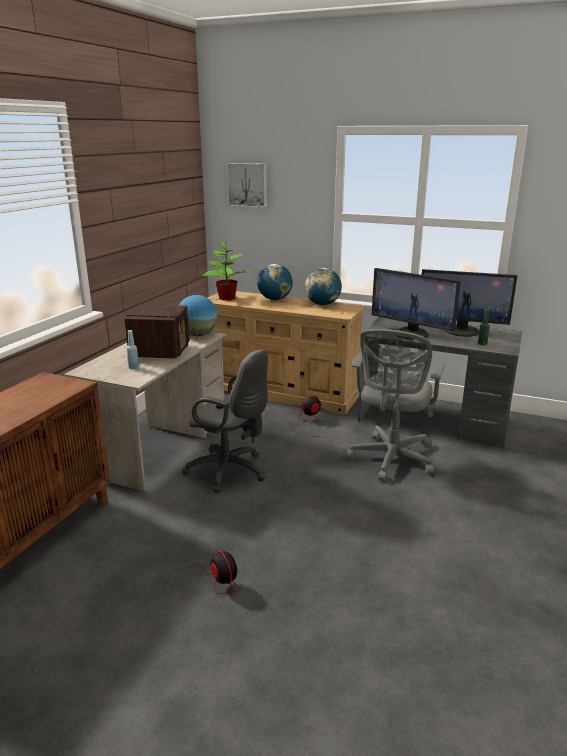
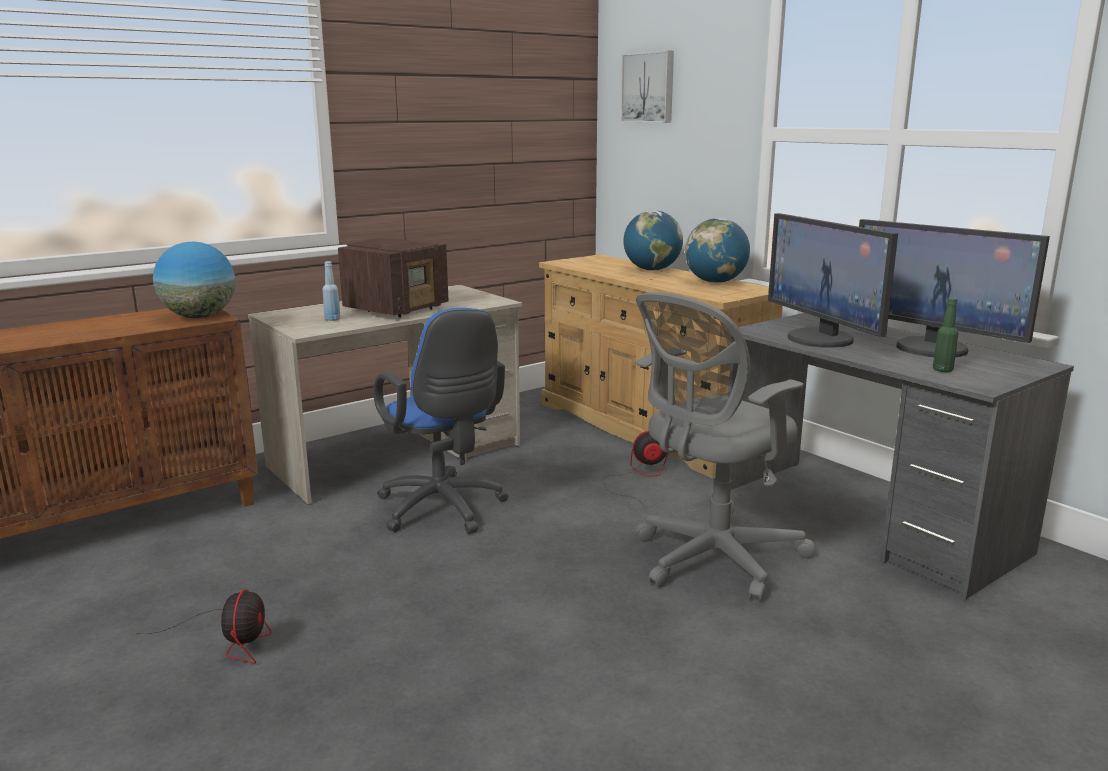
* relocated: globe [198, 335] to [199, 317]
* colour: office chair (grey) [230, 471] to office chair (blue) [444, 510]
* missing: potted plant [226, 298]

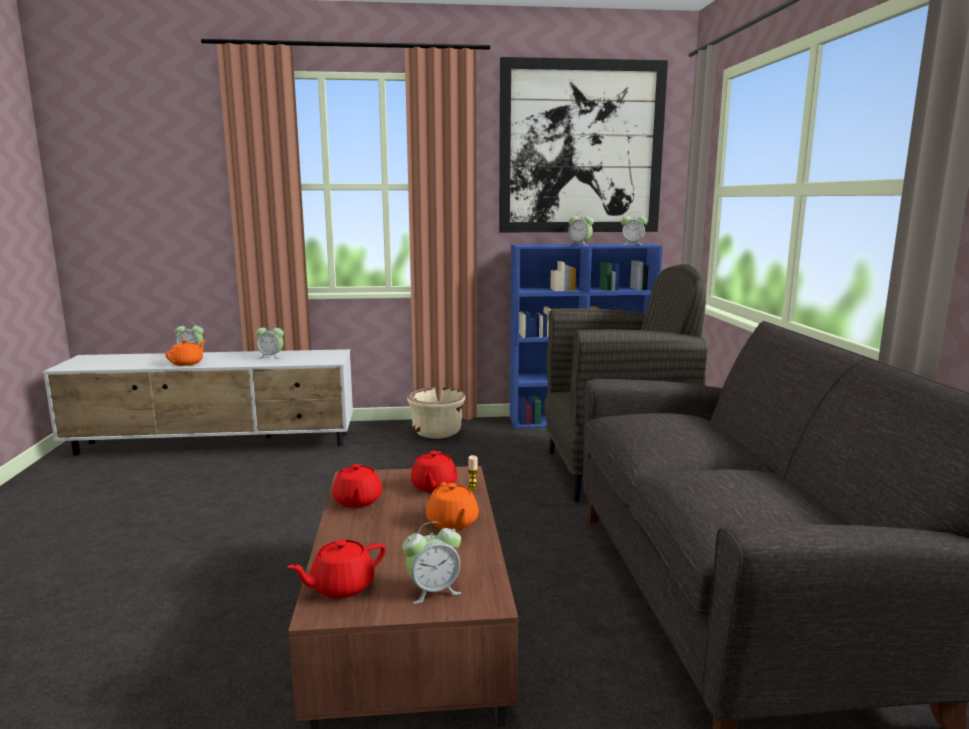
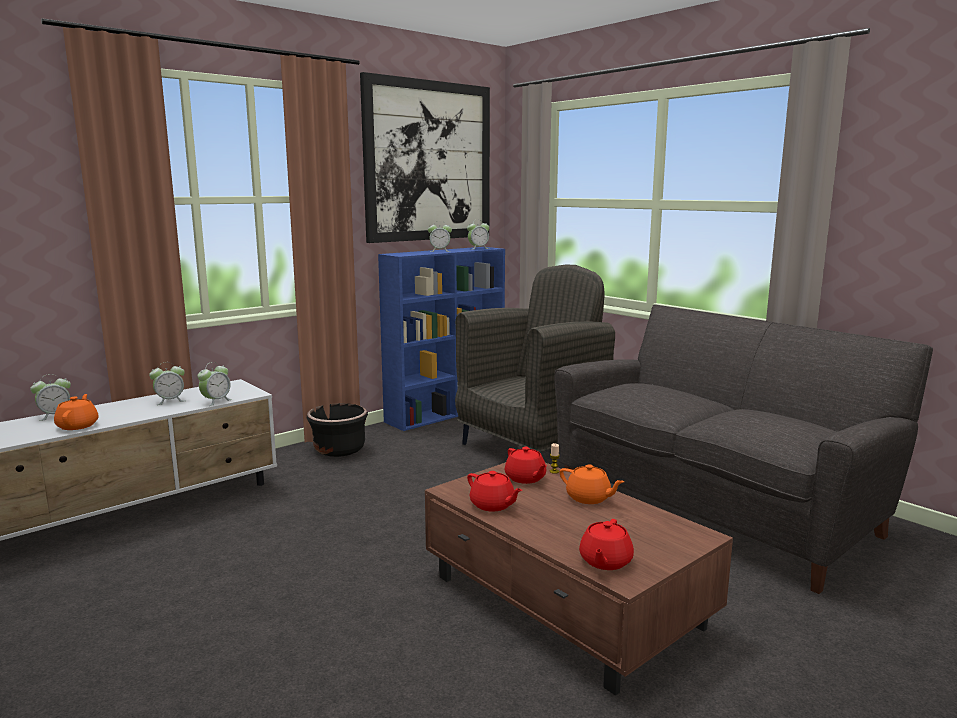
* relocated: alarm clock [433, 591] to [216, 401]
* colour: planter (beige) [437, 432] to planter (black) [339, 450]

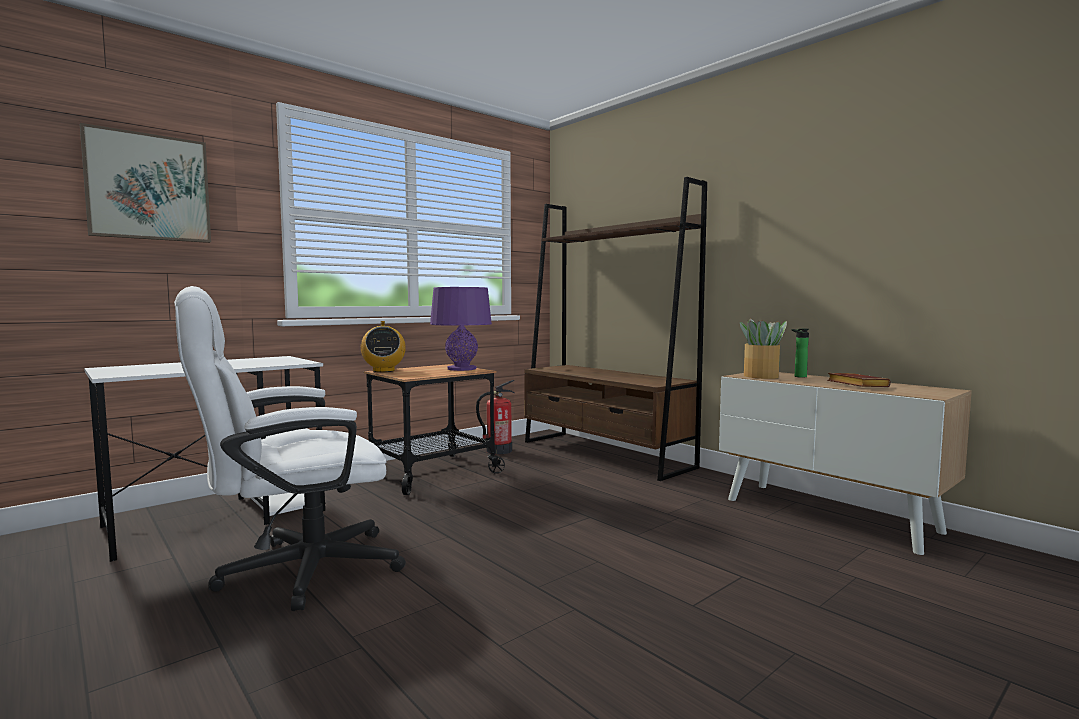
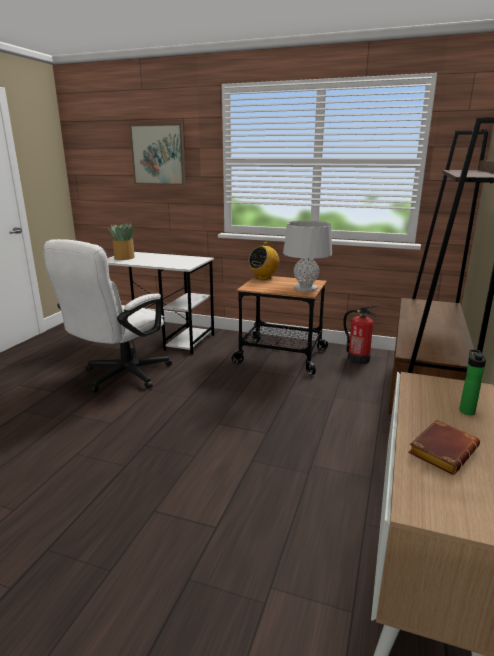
* spun: office chair (white) [293, 572] = [120, 377] 90 degrees counterclockwise
* relocated: potted plant [761, 376] to [124, 258]
* colour: table lamp (purple) [461, 369] to table lamp (grey) [305, 288]

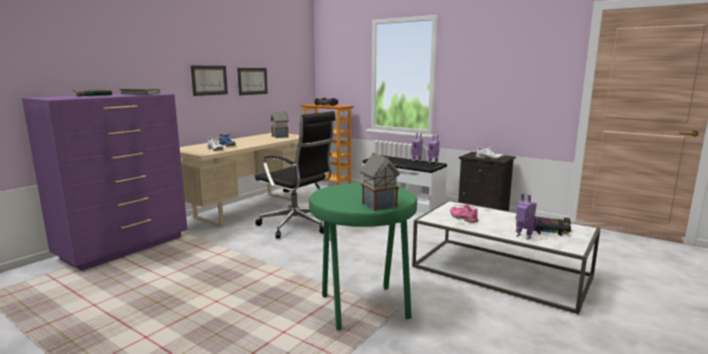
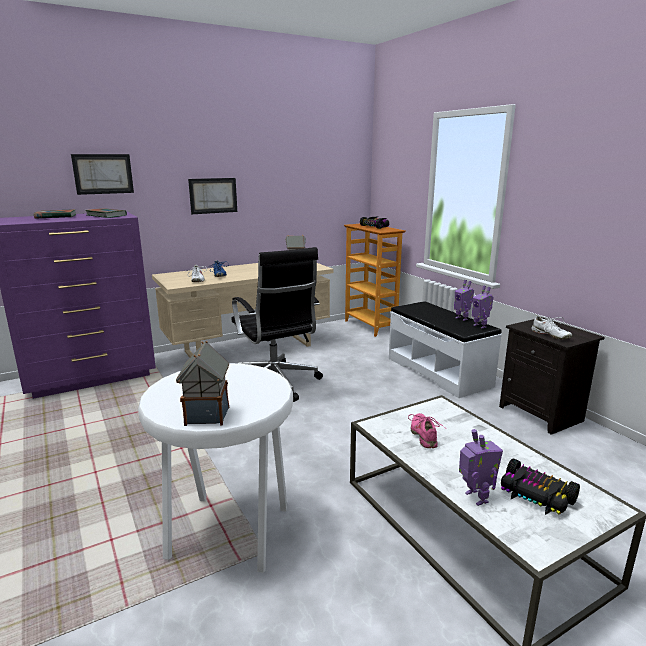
* relocated: picture [252, 81] to [103, 174]
* colour: stool (green) [362, 307] to stool (white) [227, 531]

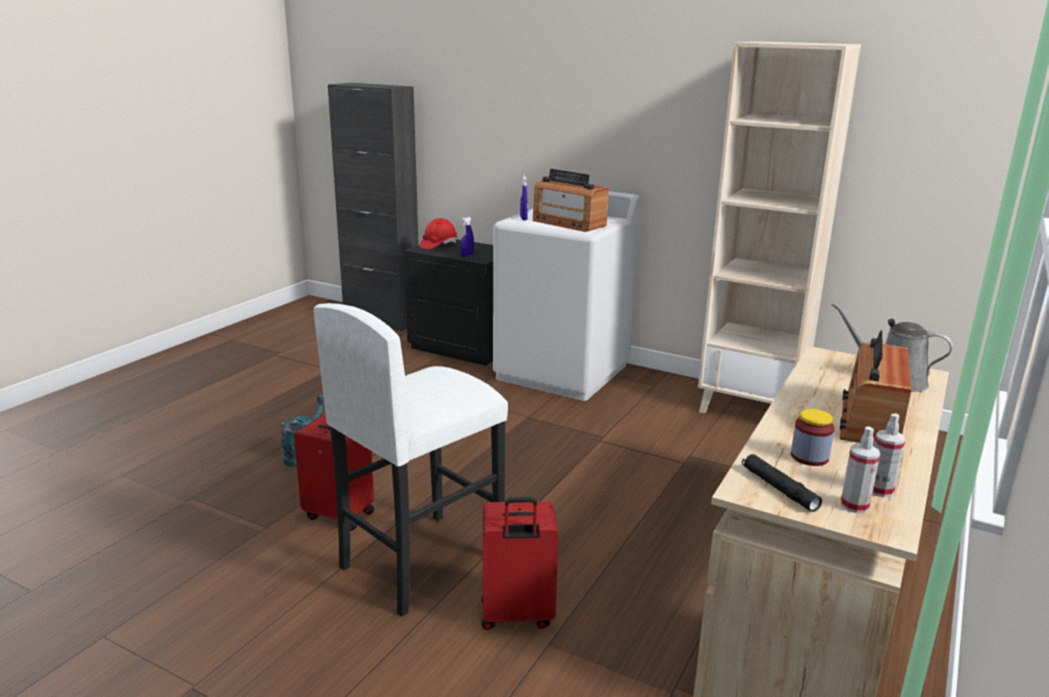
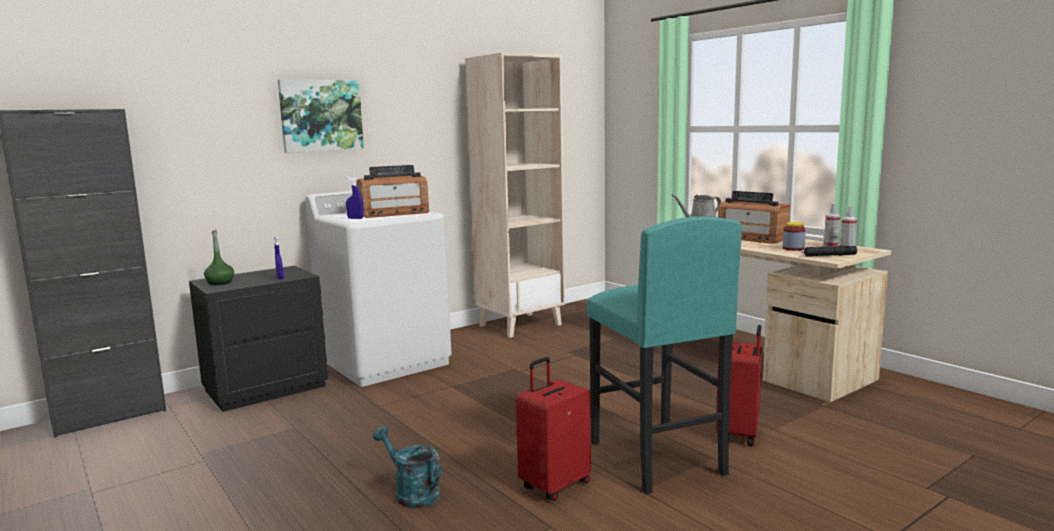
* exchanged: hard hat (red) [438, 245] to bottle (green) [220, 283]
* appeared: picture [321, 115]
* colour: stool (white) [420, 562] to stool (turquoise) [655, 458]

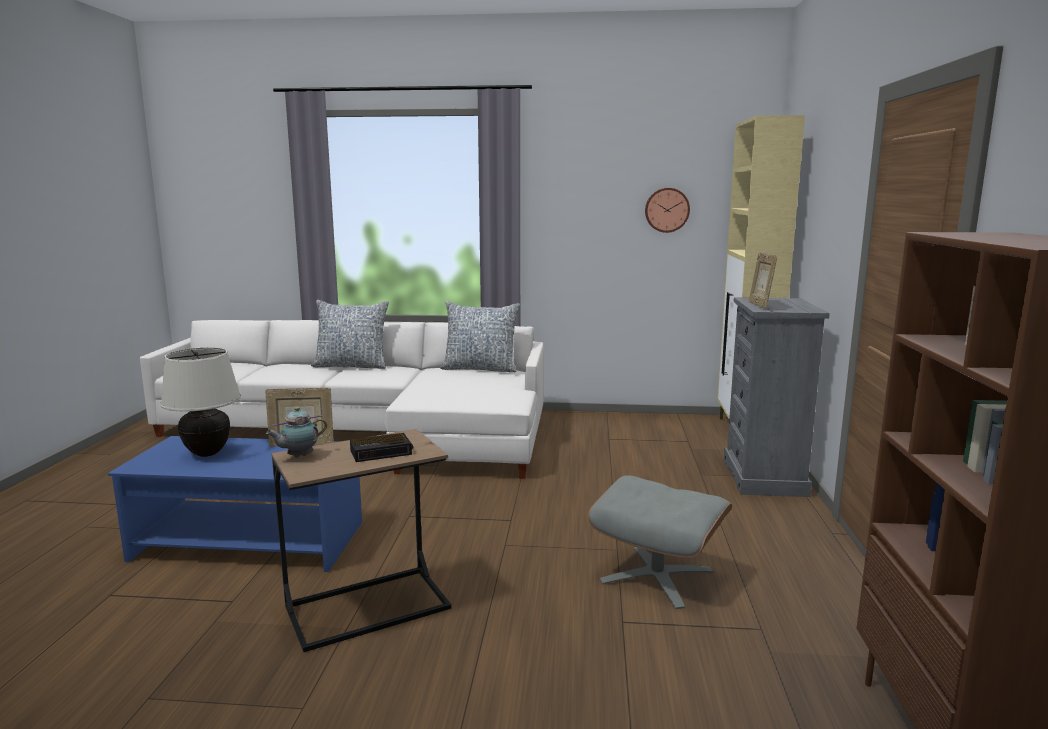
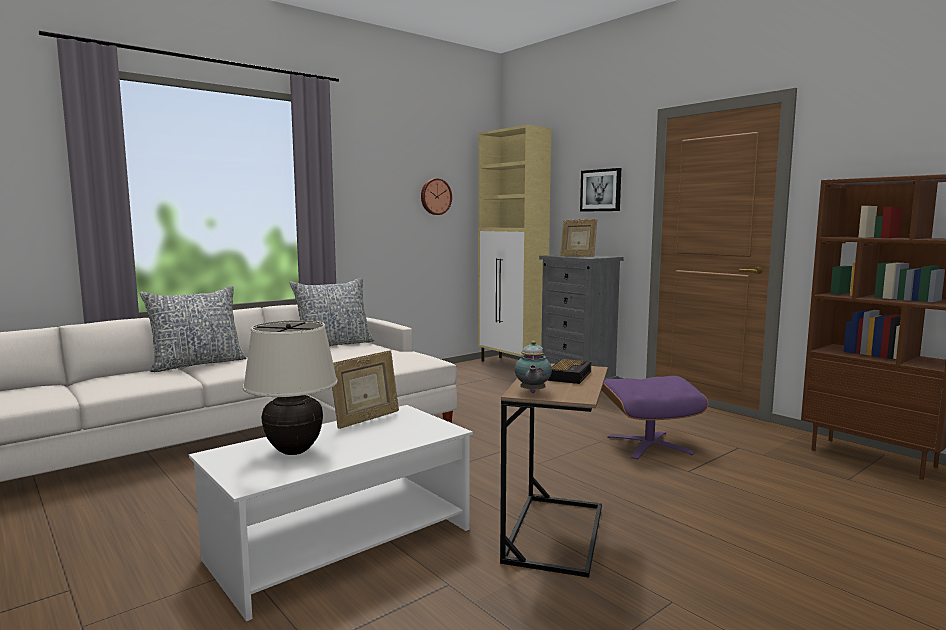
* colour: coffee table (blue) [251, 541] to coffee table (white) [343, 543]
* appeared: picture [601, 190]
* colour: ottoman (grey) [657, 576] to ottoman (purple) [649, 445]

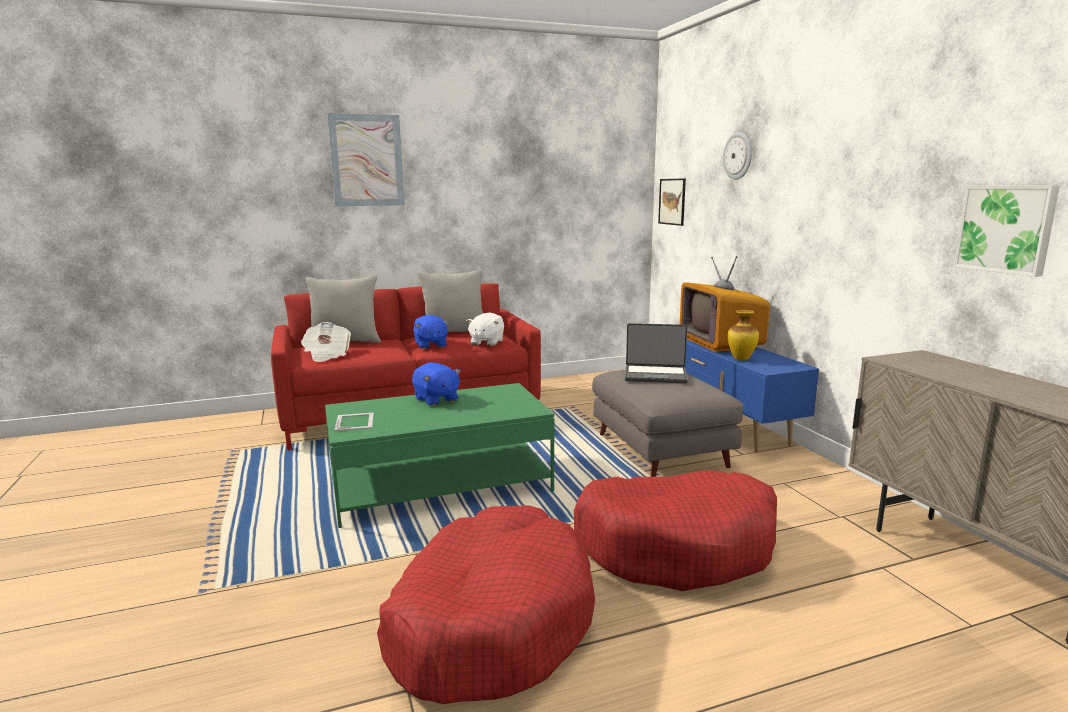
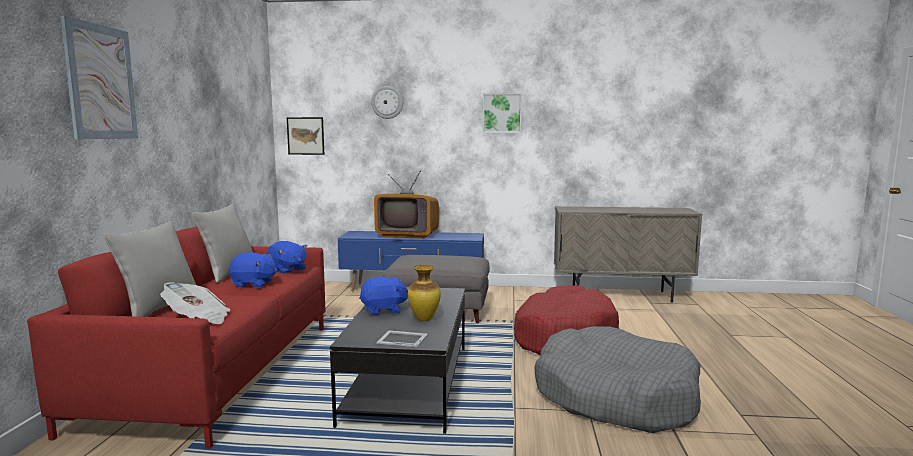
* colour: plush toy (white) [486, 342] to plush toy (blue) [287, 270]
* colour: coffee table (green) [440, 485] to coffee table (black) [408, 383]
* relocated: vase [741, 359] to [425, 319]
* relocated: picture [1006, 229] to [502, 113]
* colour: dog bed (red) [489, 622] to dog bed (grey) [614, 397]
* missing: laptop [655, 375]

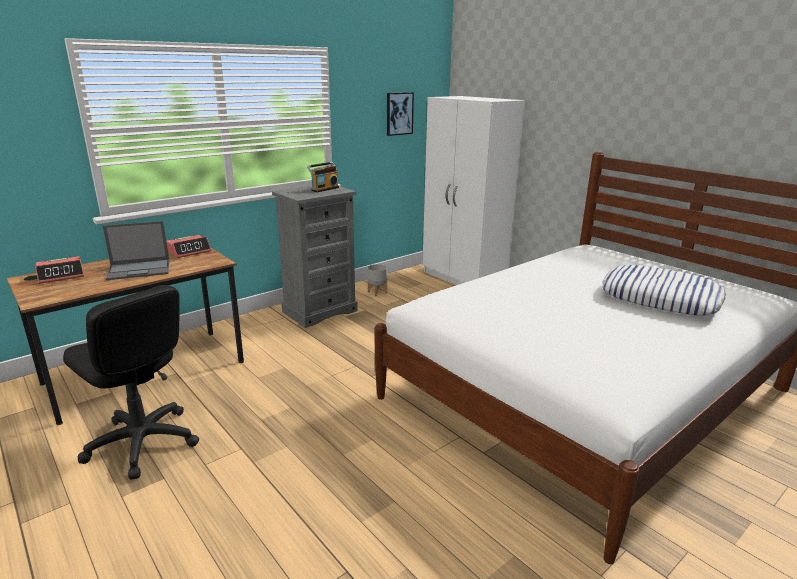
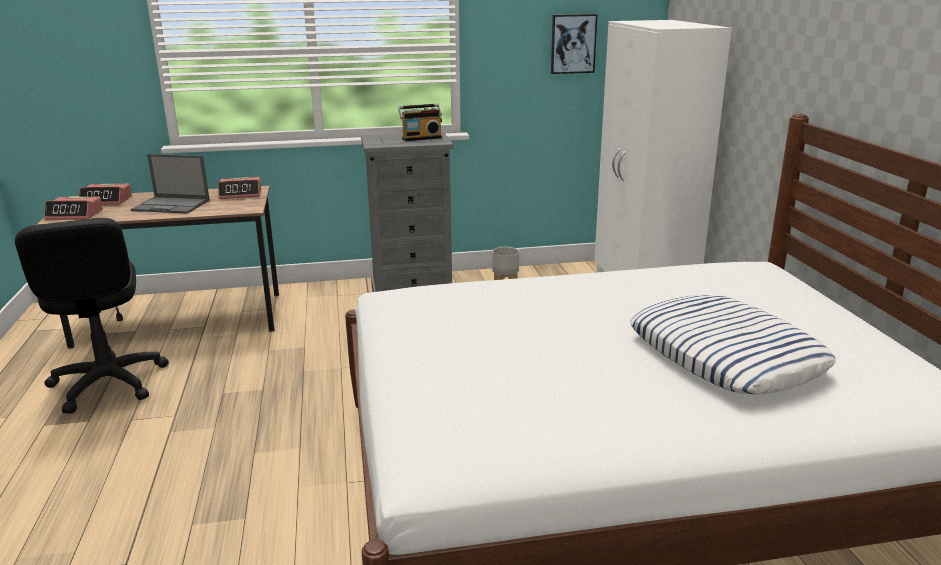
* appeared: alarm clock [75, 215]

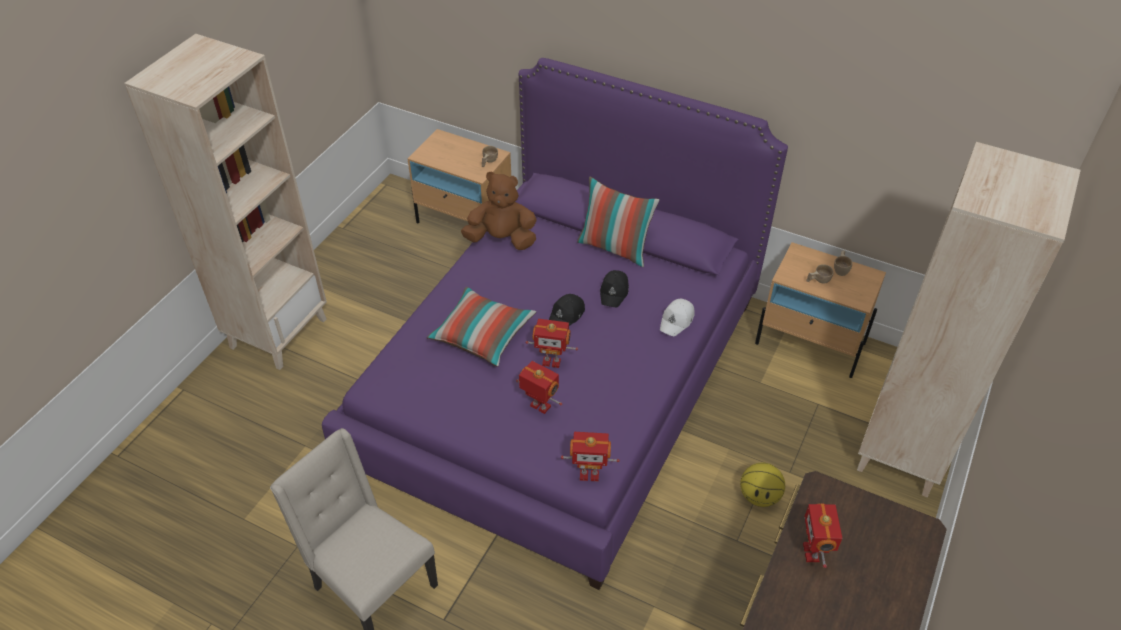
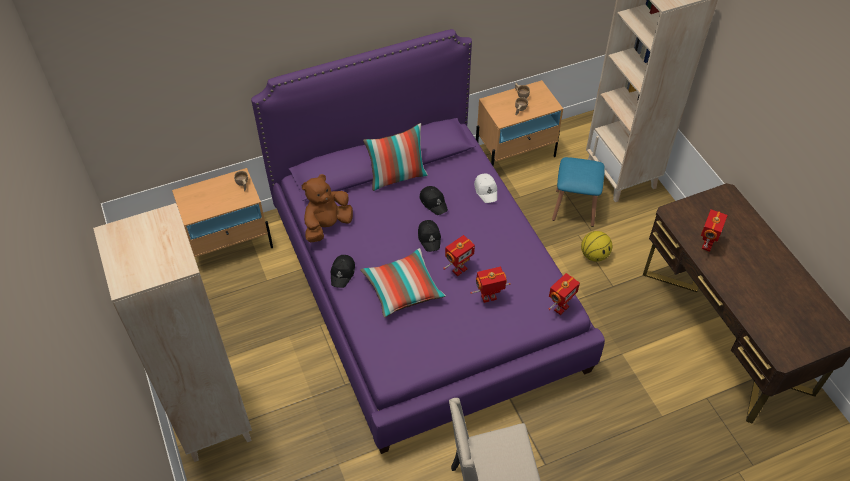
* appeared: cap (black) [343, 273]
* appeared: stool (blue) [574, 208]
* spun: toy robot [813, 552] = [706, 245] 105 degrees counterclockwise

